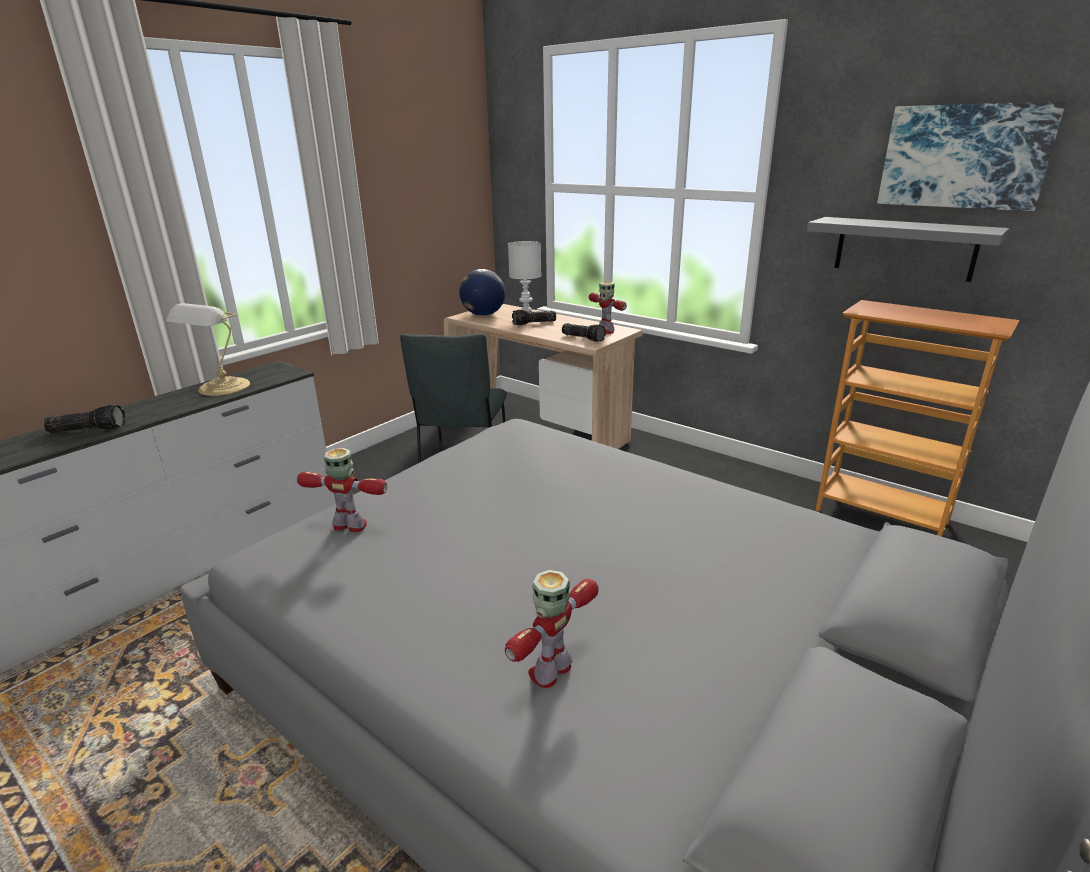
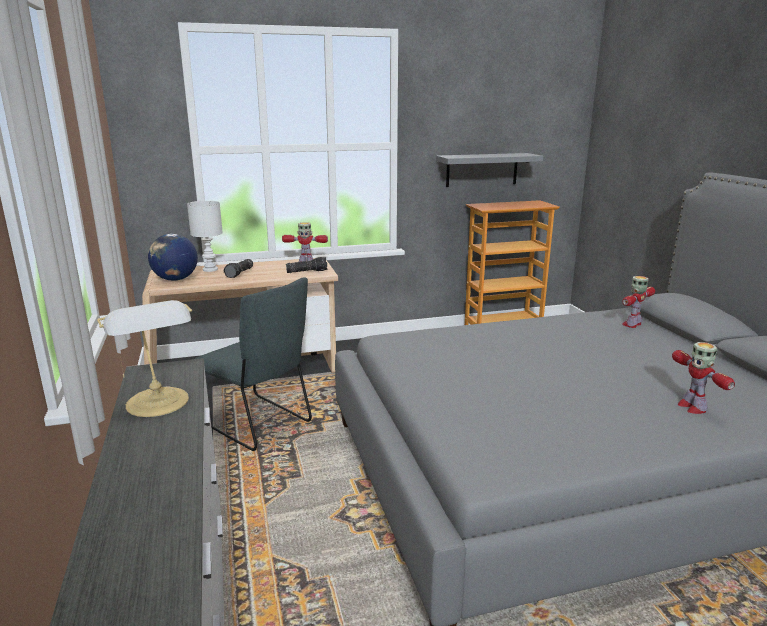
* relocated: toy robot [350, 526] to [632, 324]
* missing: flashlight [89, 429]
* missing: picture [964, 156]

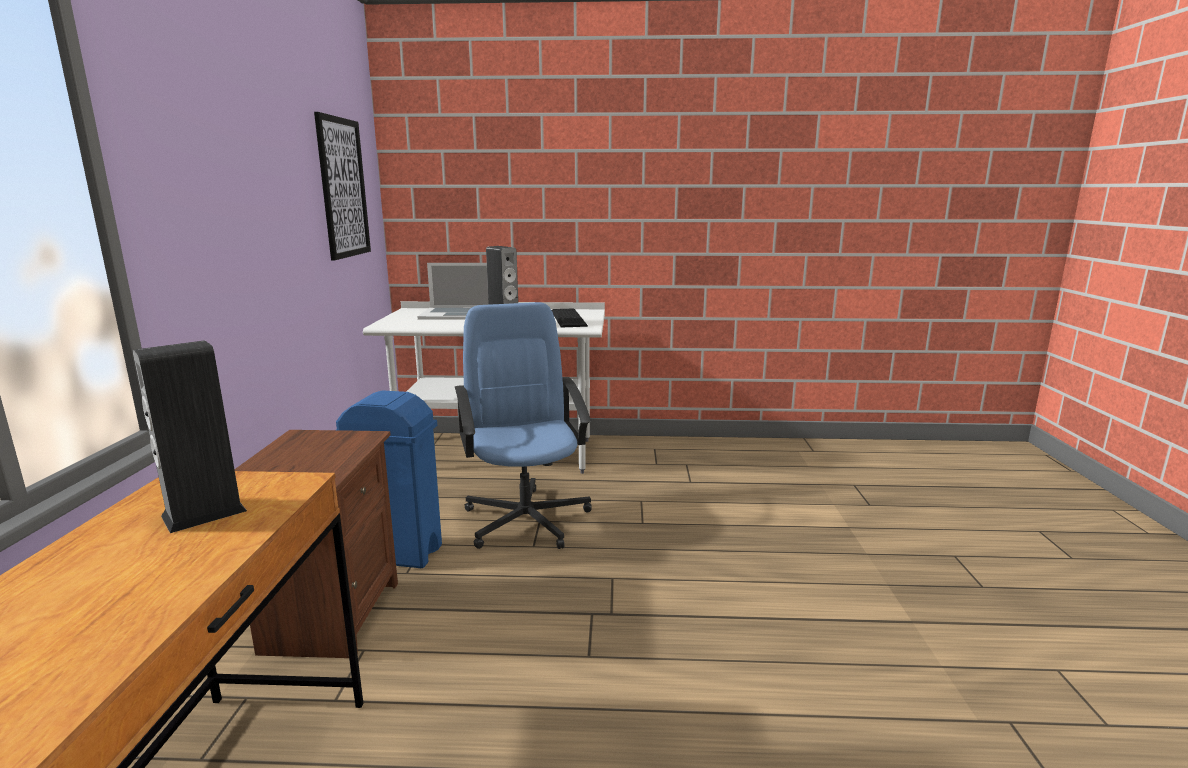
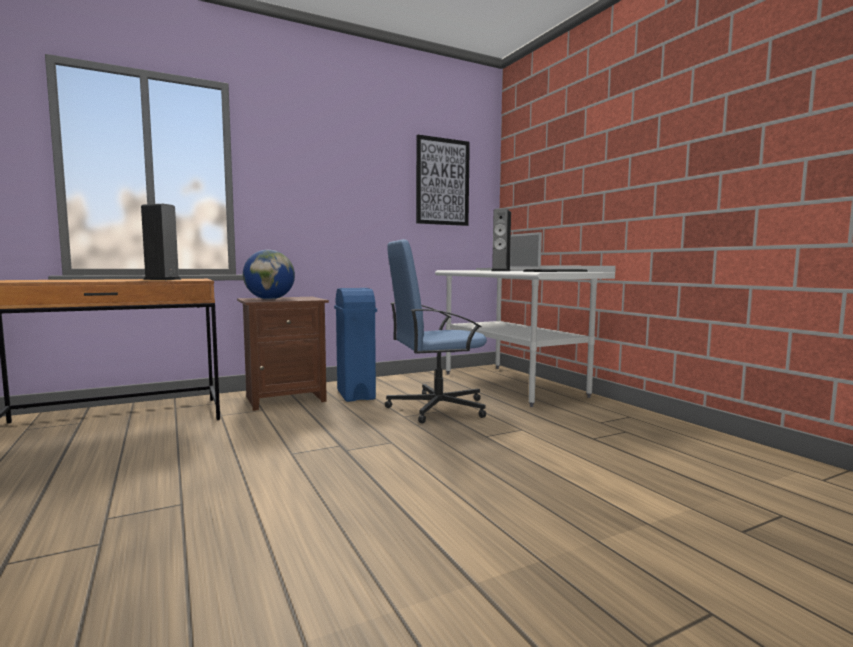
* appeared: globe [269, 299]
* spun: office chair (blue) [526, 519] = [436, 408] 150 degrees counterclockwise

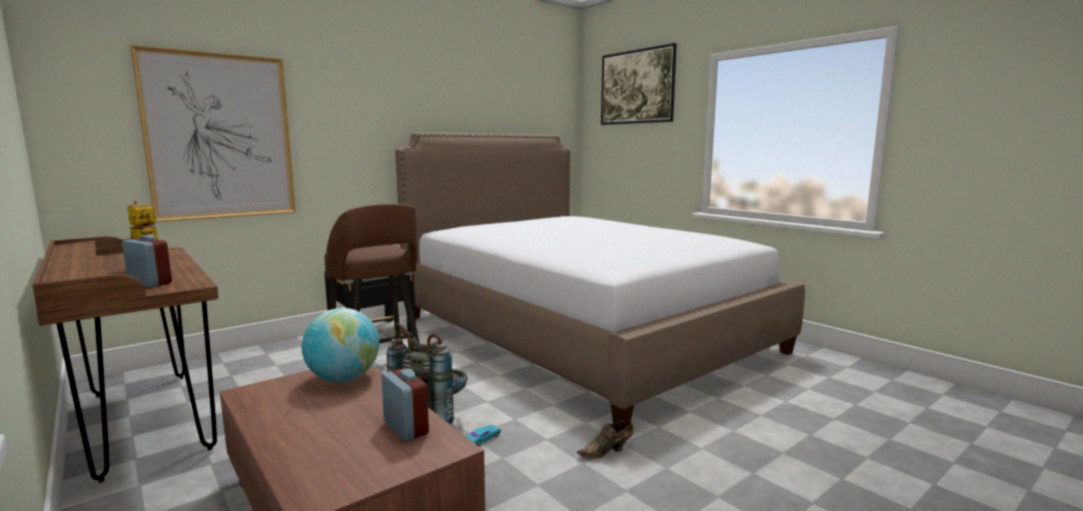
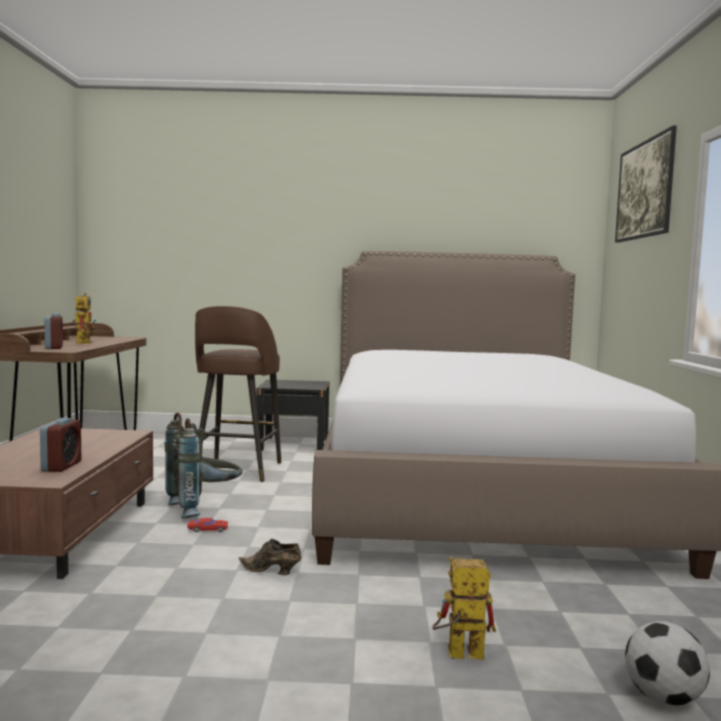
* colour: toy car (turquoise) [482, 439] to toy car (red) [208, 529]
* appeared: toy robot [457, 654]
* appeared: football [663, 698]
* missing: picture [220, 137]
* missing: globe [343, 378]

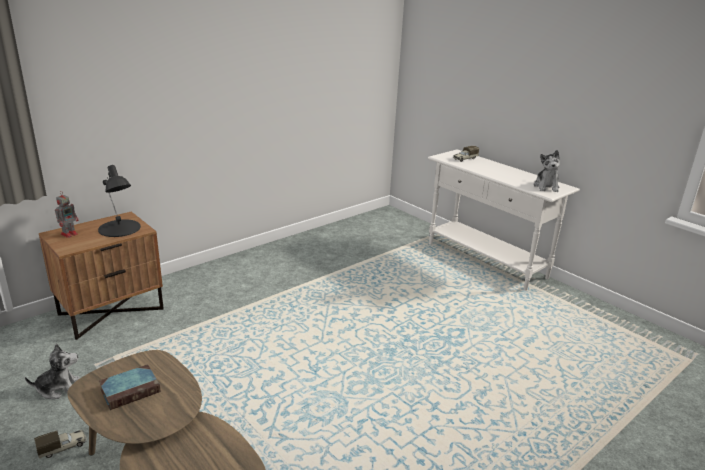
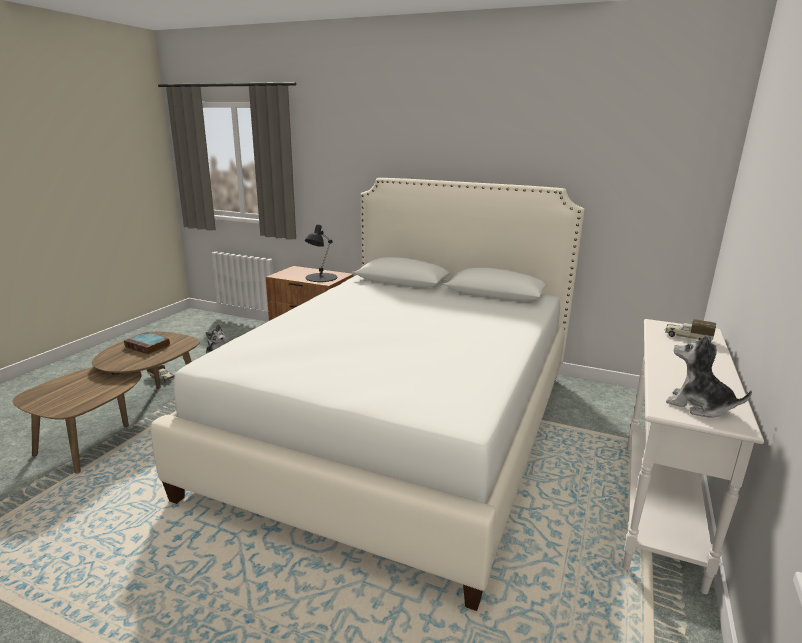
* appeared: bed (white) [403, 427]
* spun: plush toy [546, 187] = [698, 406] 60 degrees clockwise
* missing: toy robot [70, 234]

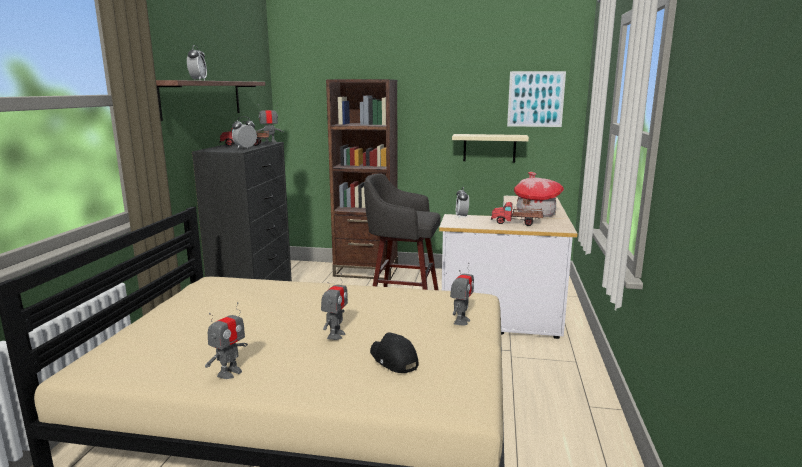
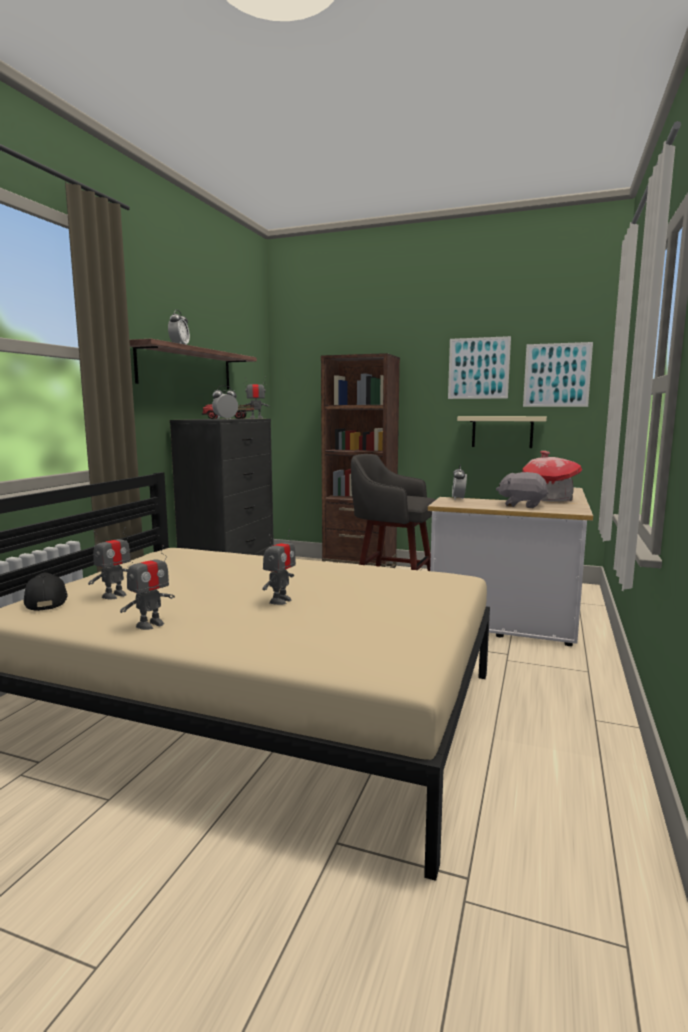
* relocated: cap (black) [393, 360] to [45, 601]
* relocated: toy robot [461, 321] to [114, 595]
* appeared: picture [478, 368]
* exchanged: toy truck [517, 223] to plush toy (grey) [522, 505]

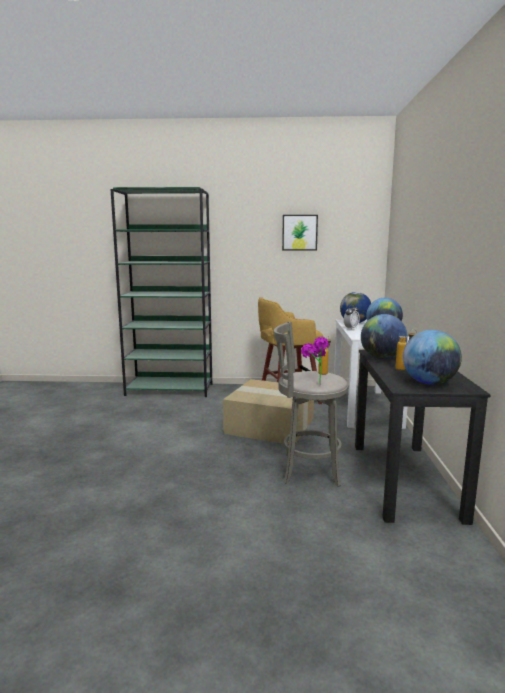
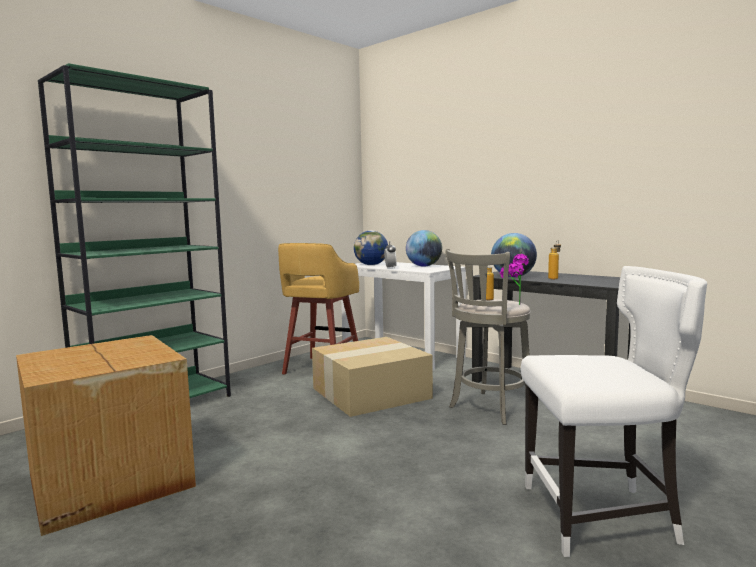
* appeared: cardboard box [108, 482]
* appeared: chair (white) [602, 517]
* missing: picture [299, 232]
* missing: globe [429, 383]

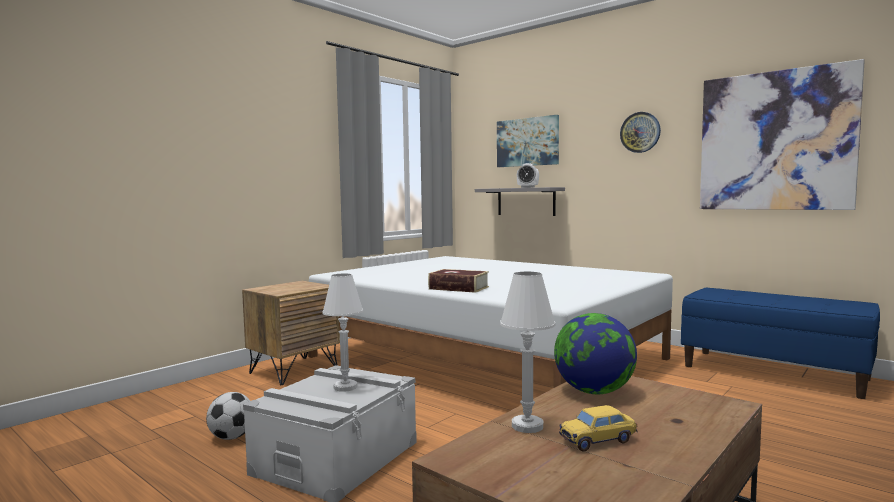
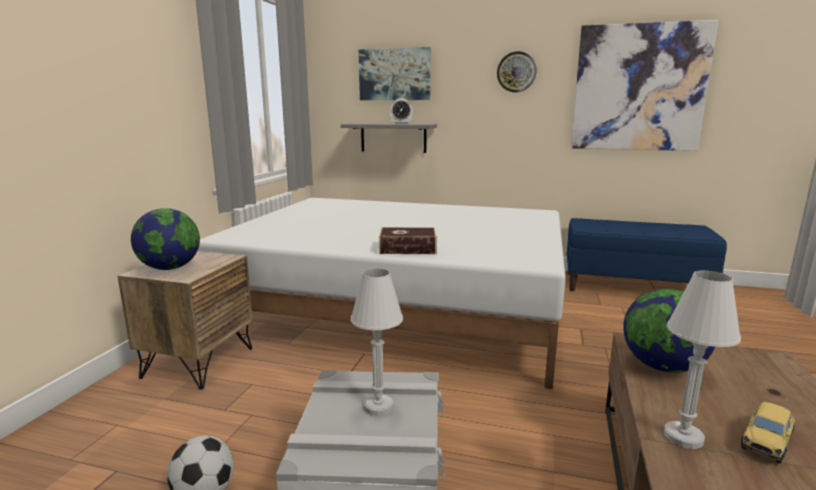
* appeared: globe [170, 268]

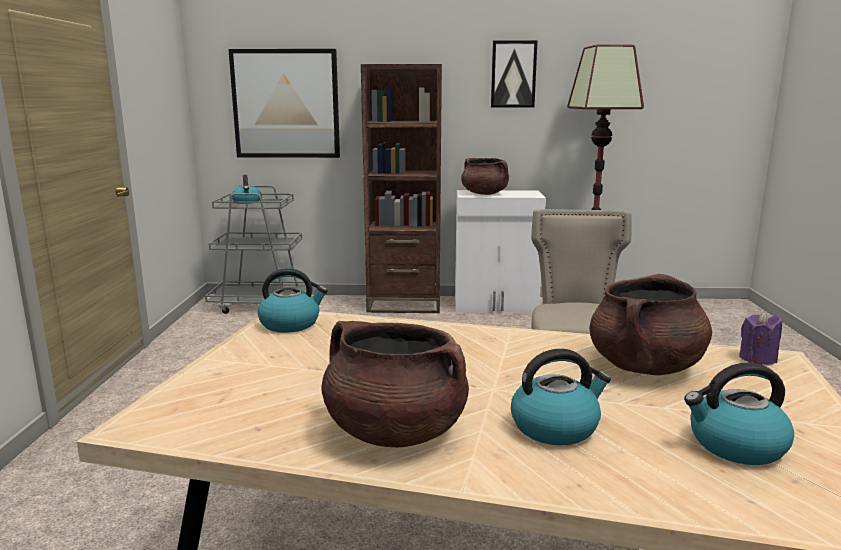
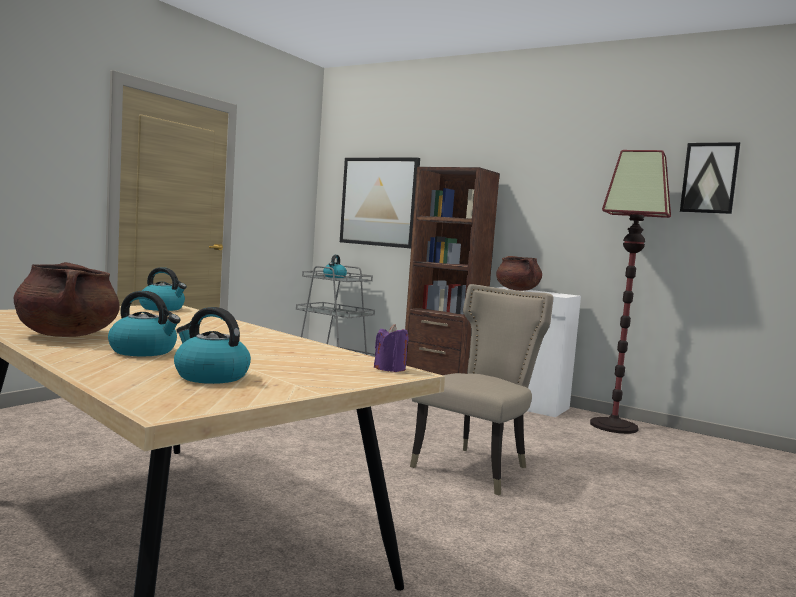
* relocated: picture [513, 74] to [709, 178]
* missing: cooking pot (brown) [645, 367]

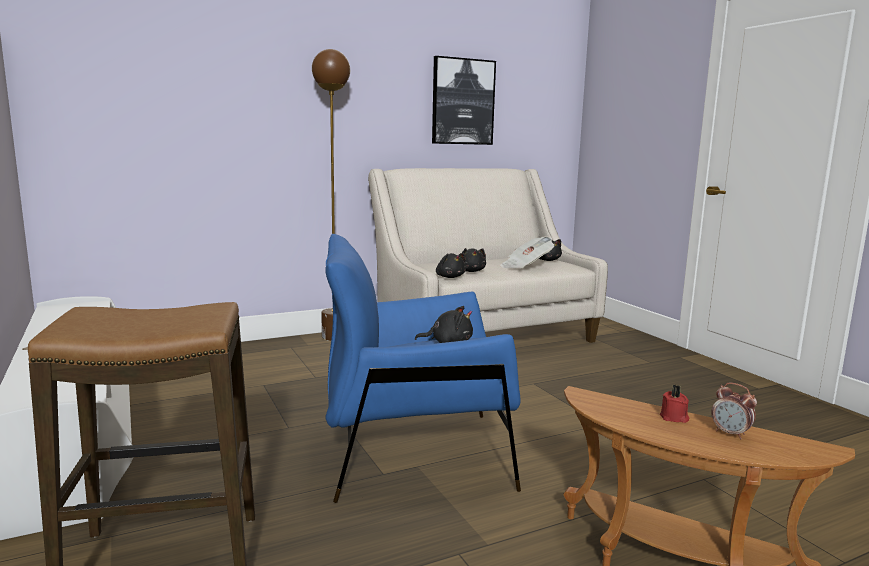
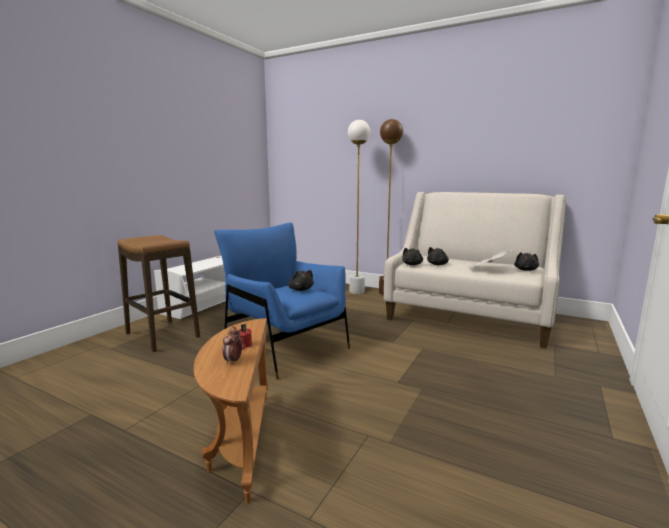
* appeared: floor lamp (white) [356, 292]
* missing: picture [462, 102]

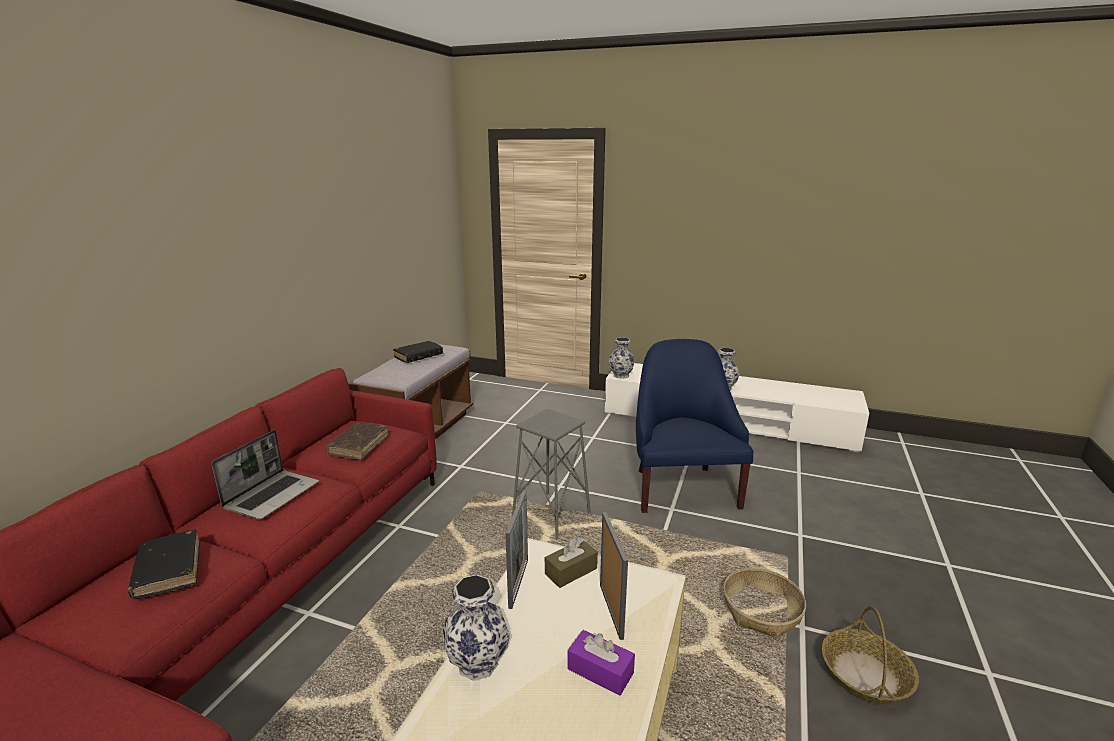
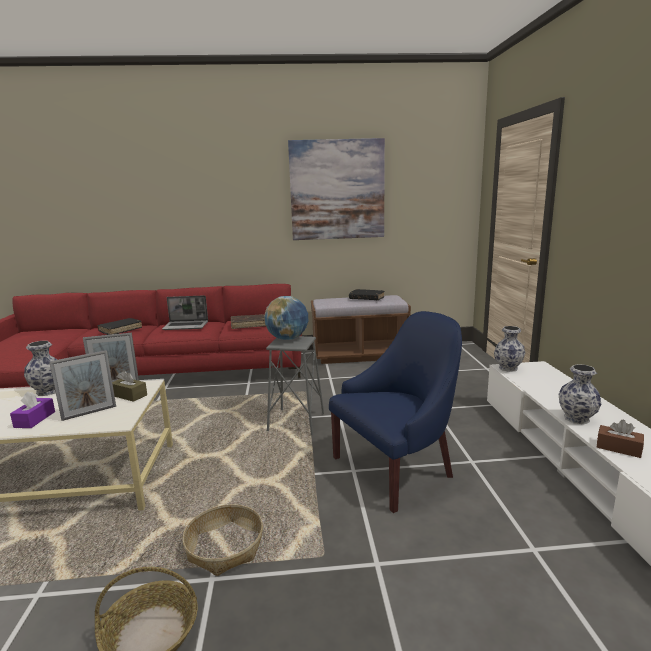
* appeared: globe [287, 339]
* appeared: picture [337, 190]
* appeared: tissue box (brown) [618, 448]

